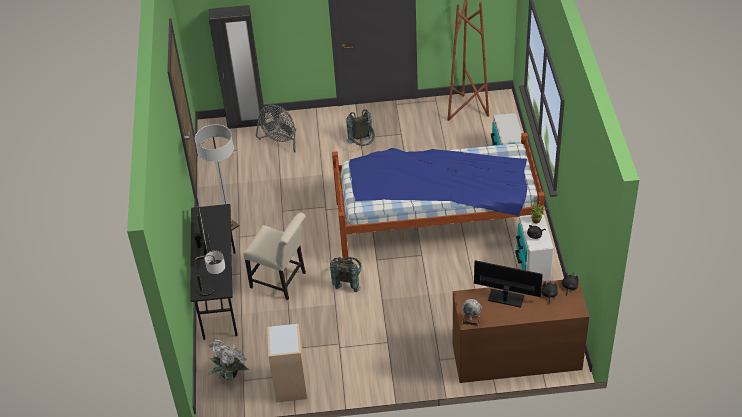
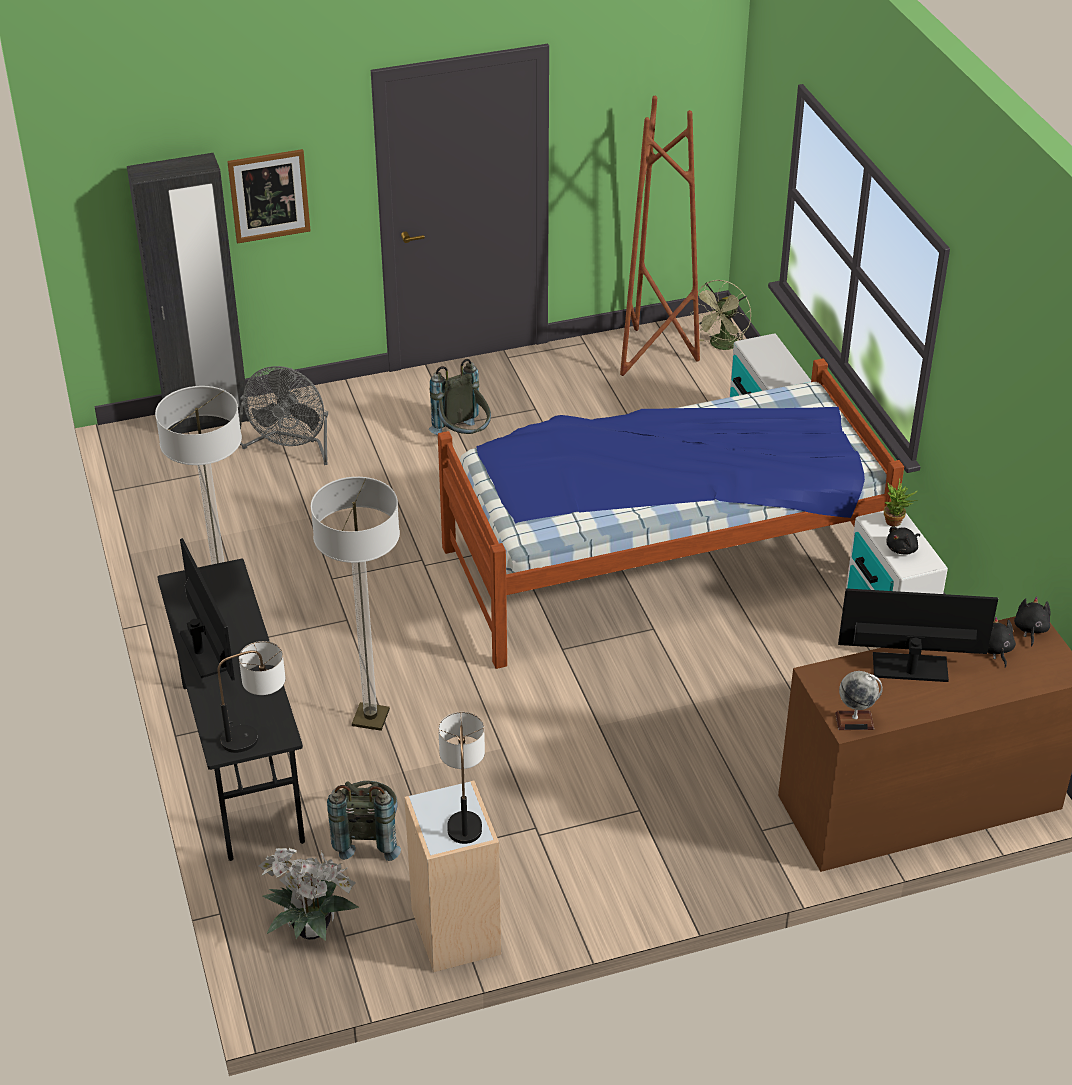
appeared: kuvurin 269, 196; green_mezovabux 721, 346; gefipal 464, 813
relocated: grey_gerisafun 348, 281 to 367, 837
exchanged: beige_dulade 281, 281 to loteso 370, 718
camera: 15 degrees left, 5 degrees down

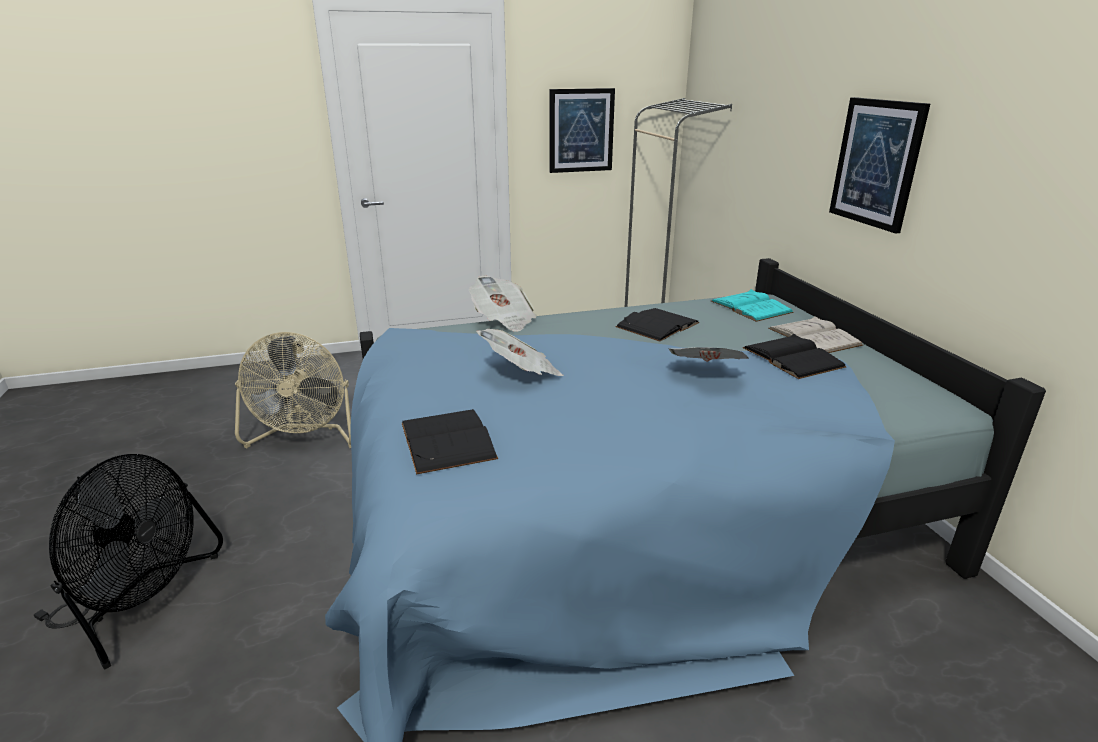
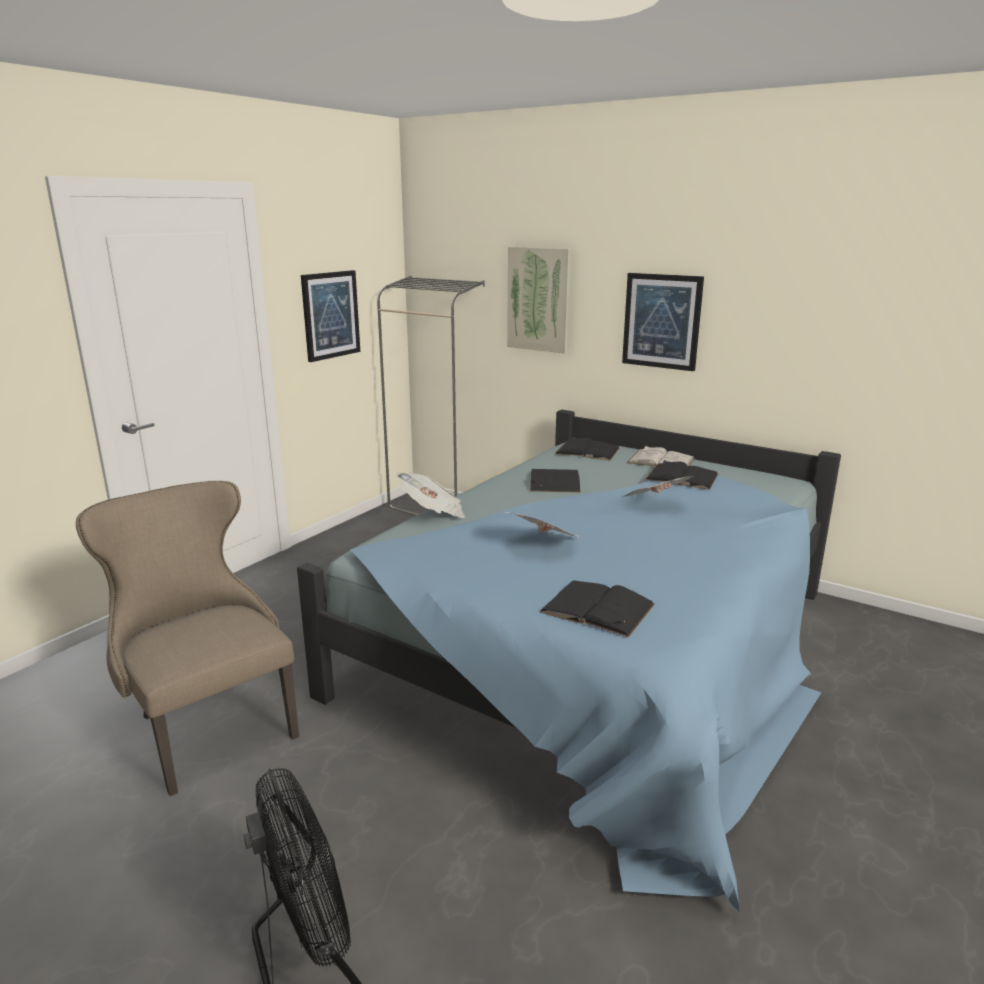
appeared: kuvurin 539, 299
exchanged: beige_mezovabux 302, 435 to beige_dulade 209, 726
colour: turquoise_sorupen 751, 307 to black_sorupen 587, 451
camera: 40 degrees left, 5 degrees down

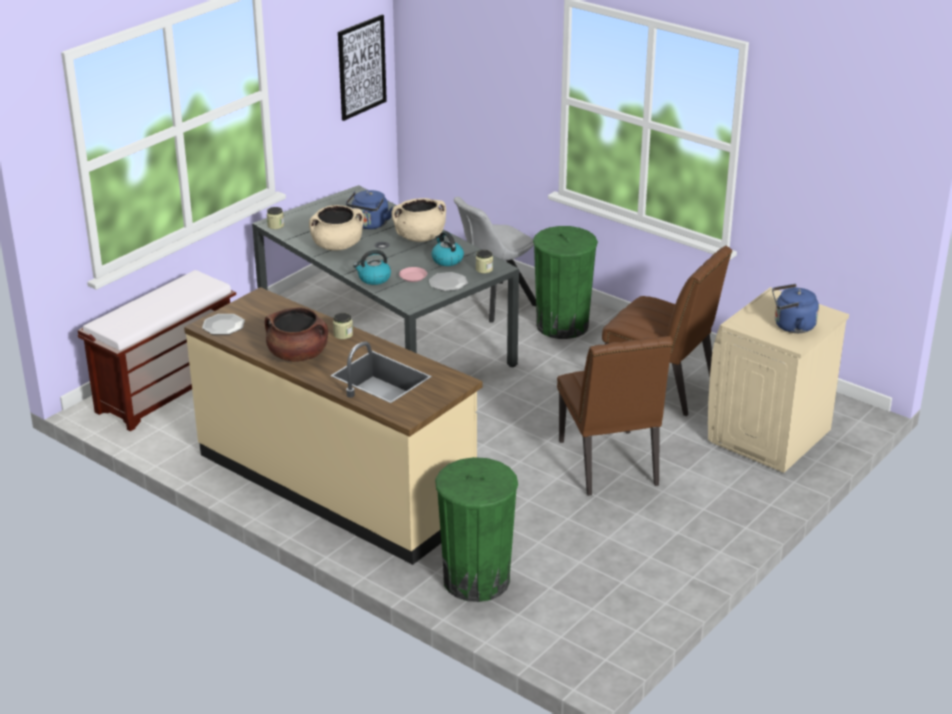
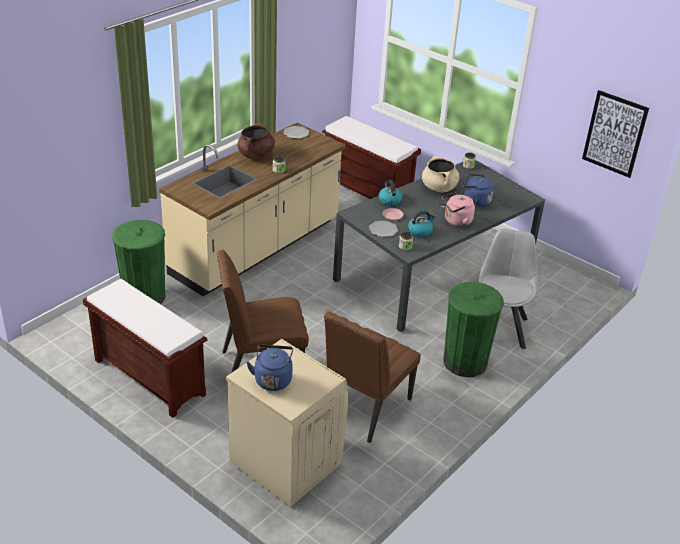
appeared: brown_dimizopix 148, 377
exchanged: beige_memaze 419, 237 to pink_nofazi 456, 221
spun: grey_dulade 494, 302 = 499, 328 45 degrees clockwise
camera: 90 degrees right, 5 degrees up

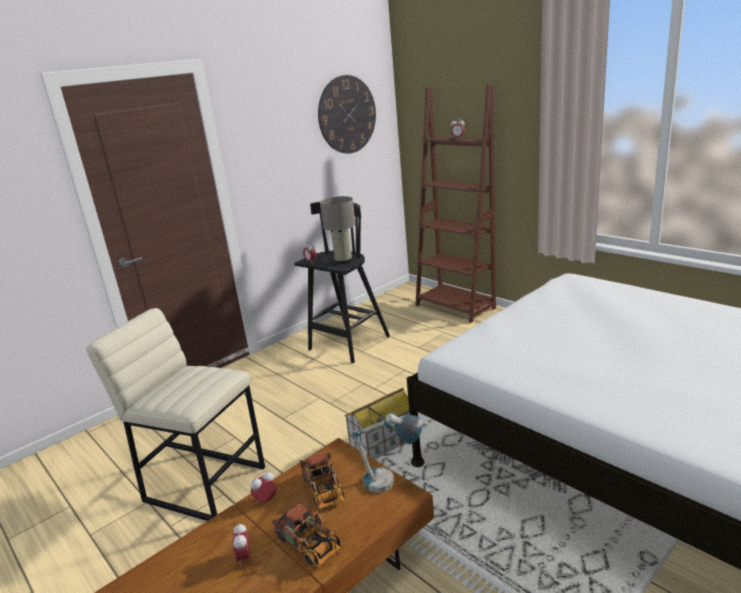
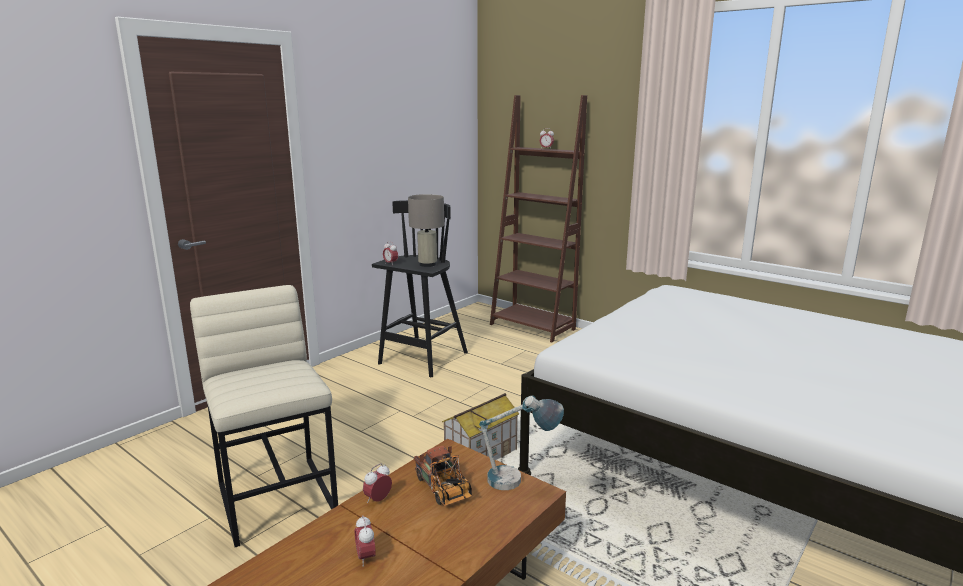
missing: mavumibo 347, 115; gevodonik 311, 547
spun: beige_dulade 202, 483 = 276, 497 45 degrees clockwise
camera: 10 degrees left, 5 degrees down

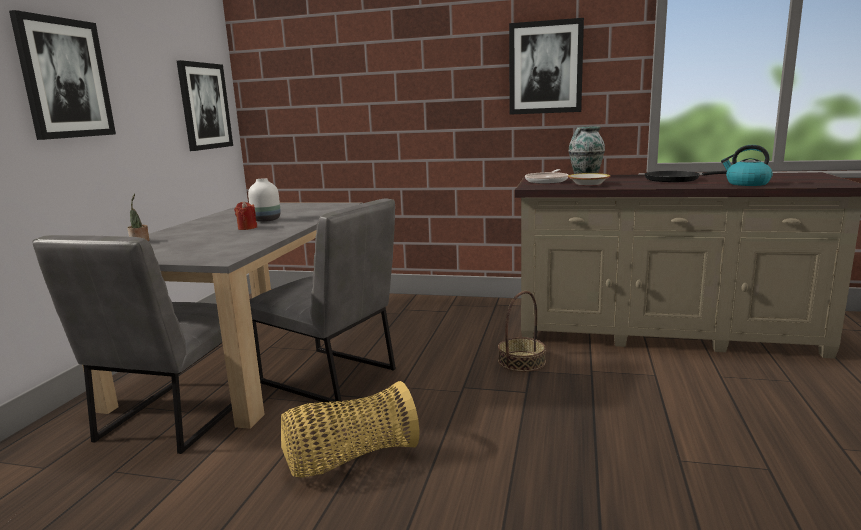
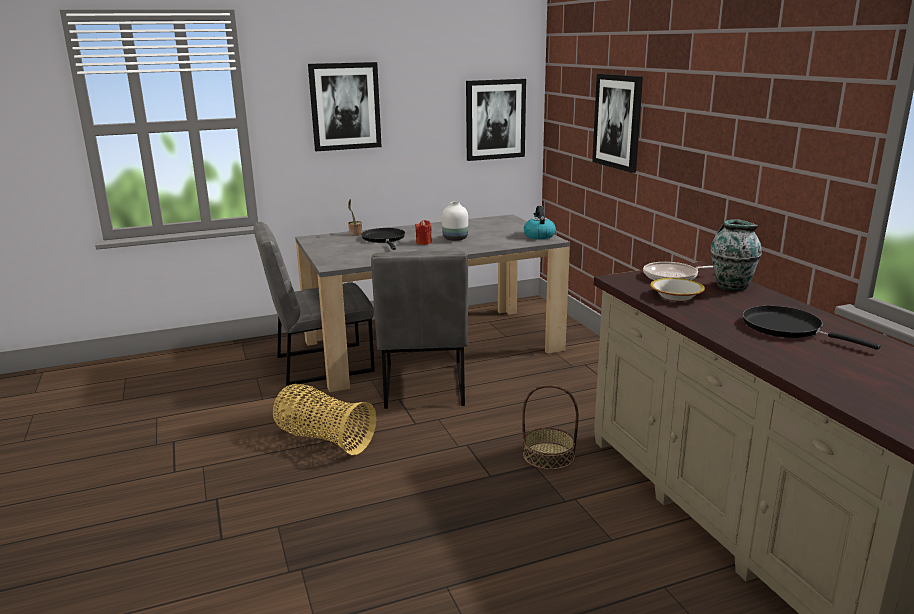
appeared: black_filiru 384, 239
relocated: kuvurin 545, 68 to 618, 121; nofazi 746, 183 to 539, 236
camera: 55 degrees right, 5 degrees up

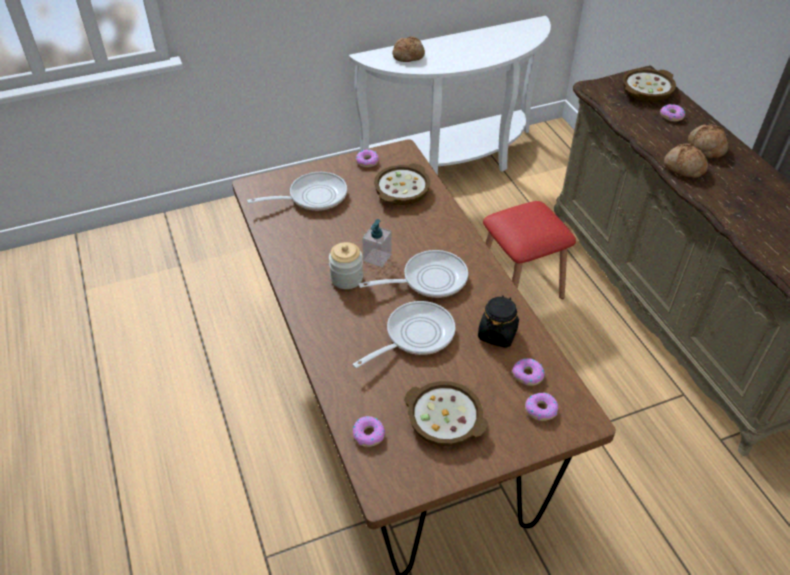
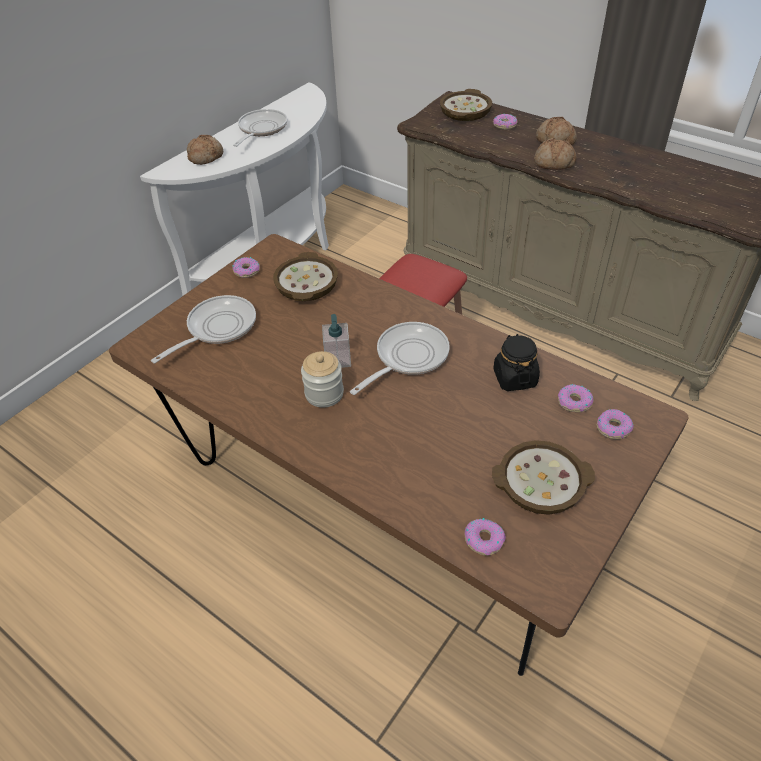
relocated: filiru 415, 336 to 261, 129
camera: 30 degrees left, 0 degrees up

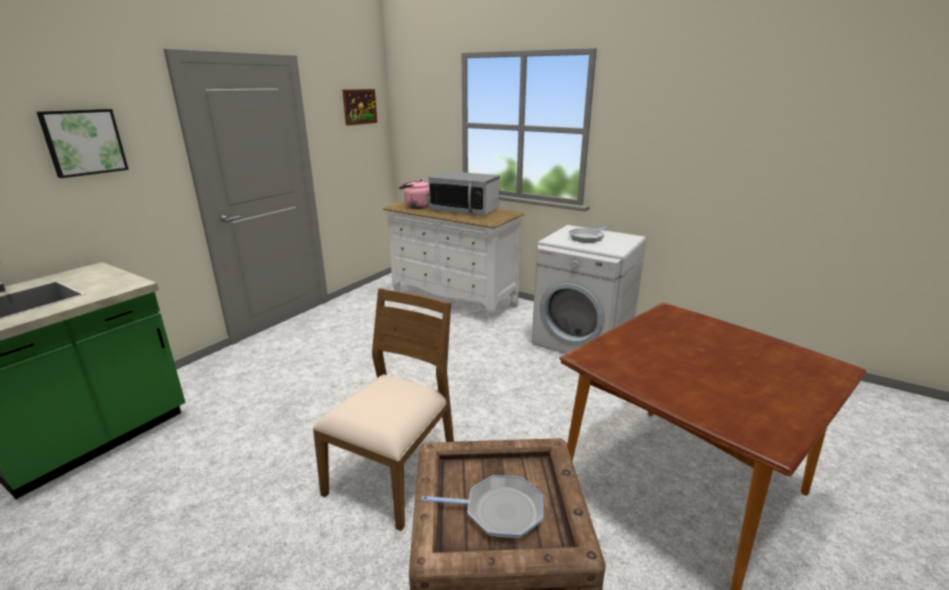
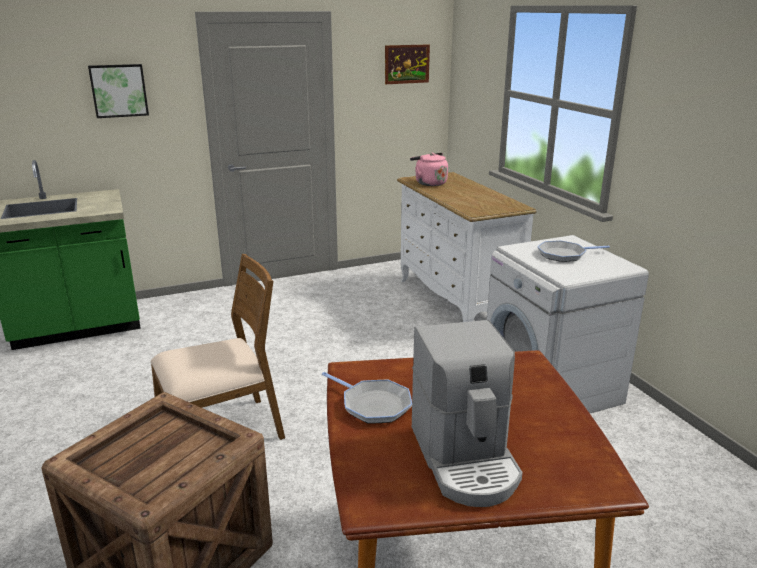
missing: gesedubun 465, 210
appeared: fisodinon 465, 459
relocated: filiru 499, 511 to 373, 405
camera: 35 degrees right, 0 degrees up

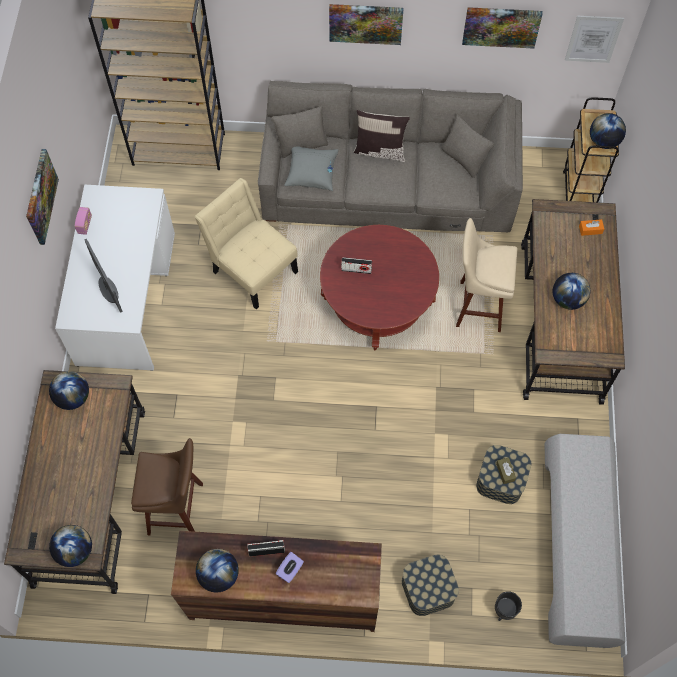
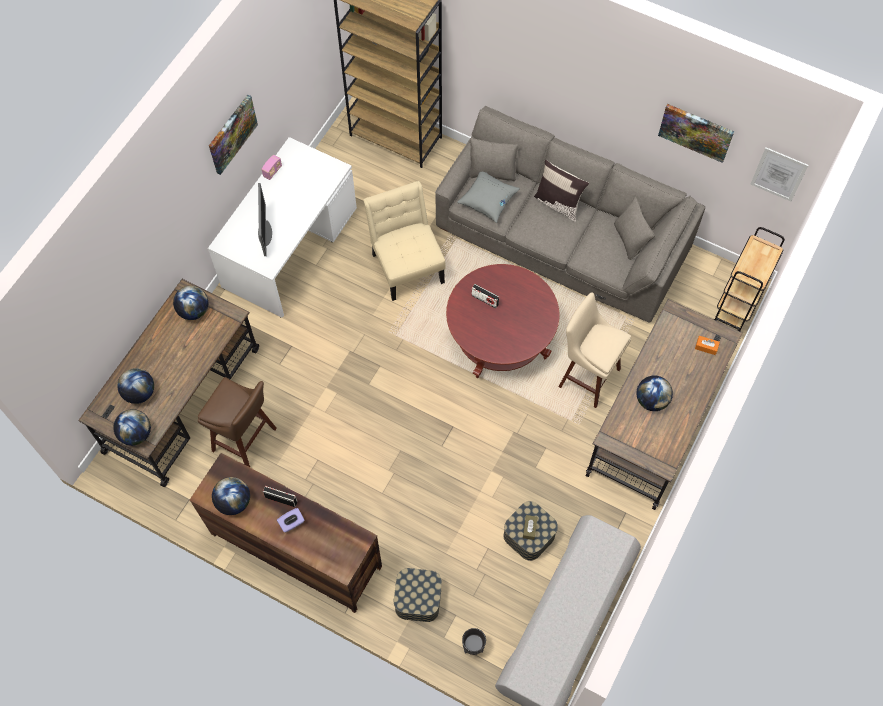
missing: kuvurin 365, 23
relocated: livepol 603, 141 to 139, 393
camera: 25 degrees right, 0 degrees up

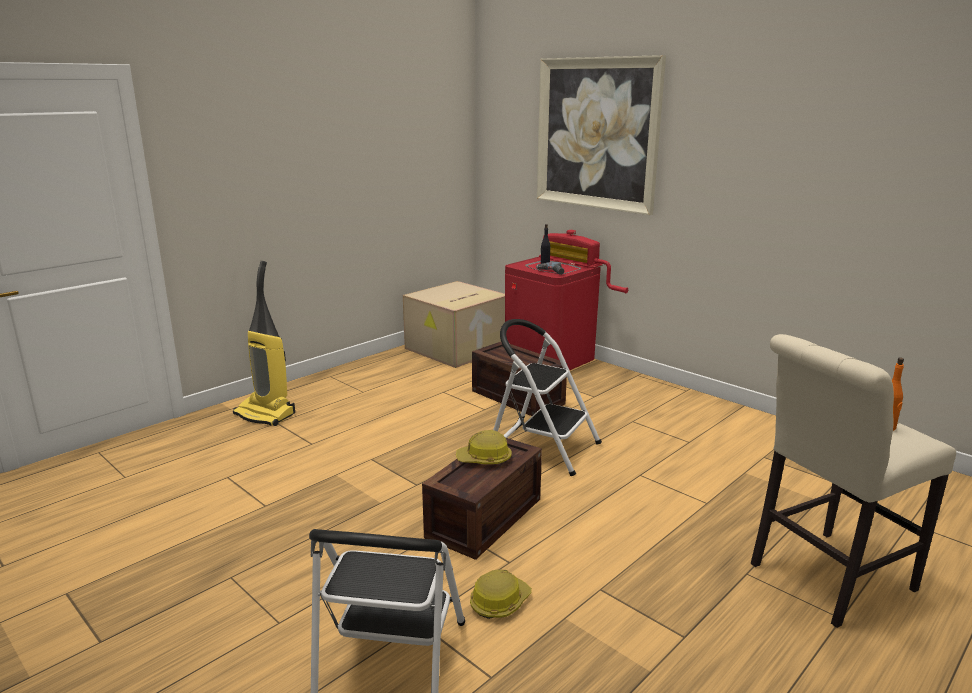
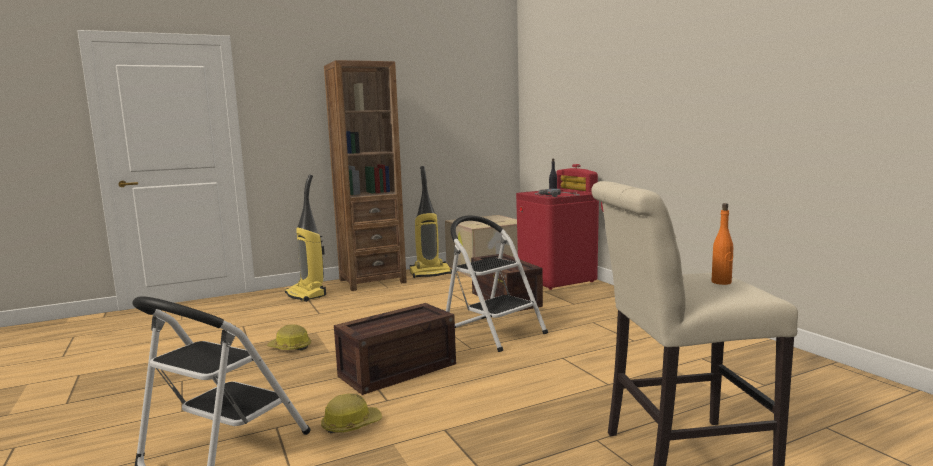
missing: kuvurin 597, 134
appeared: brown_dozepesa 372, 281; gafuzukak 430, 273
relocated: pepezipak 484, 459 to 290, 347
camera: 20 degrees right, 10 degrees down

